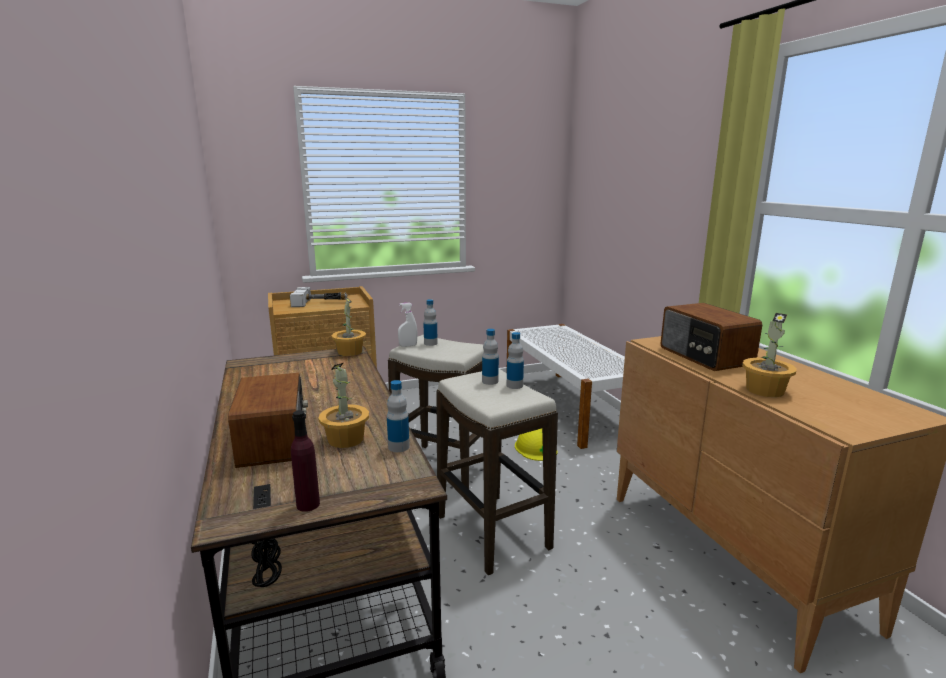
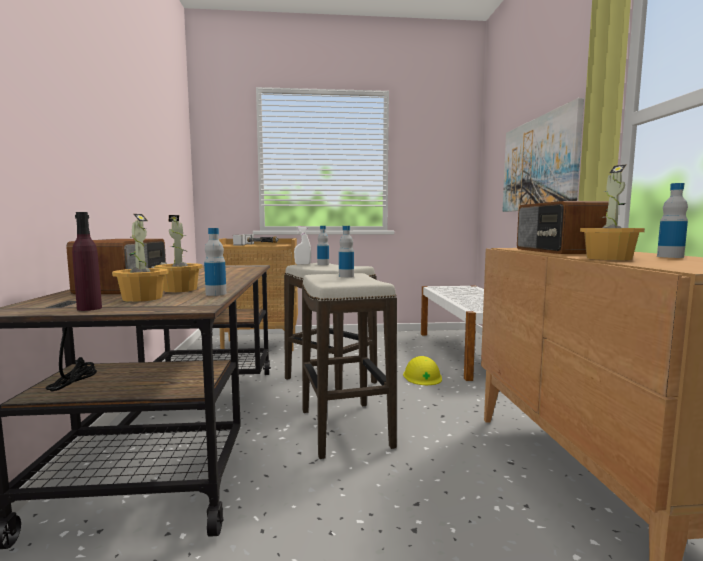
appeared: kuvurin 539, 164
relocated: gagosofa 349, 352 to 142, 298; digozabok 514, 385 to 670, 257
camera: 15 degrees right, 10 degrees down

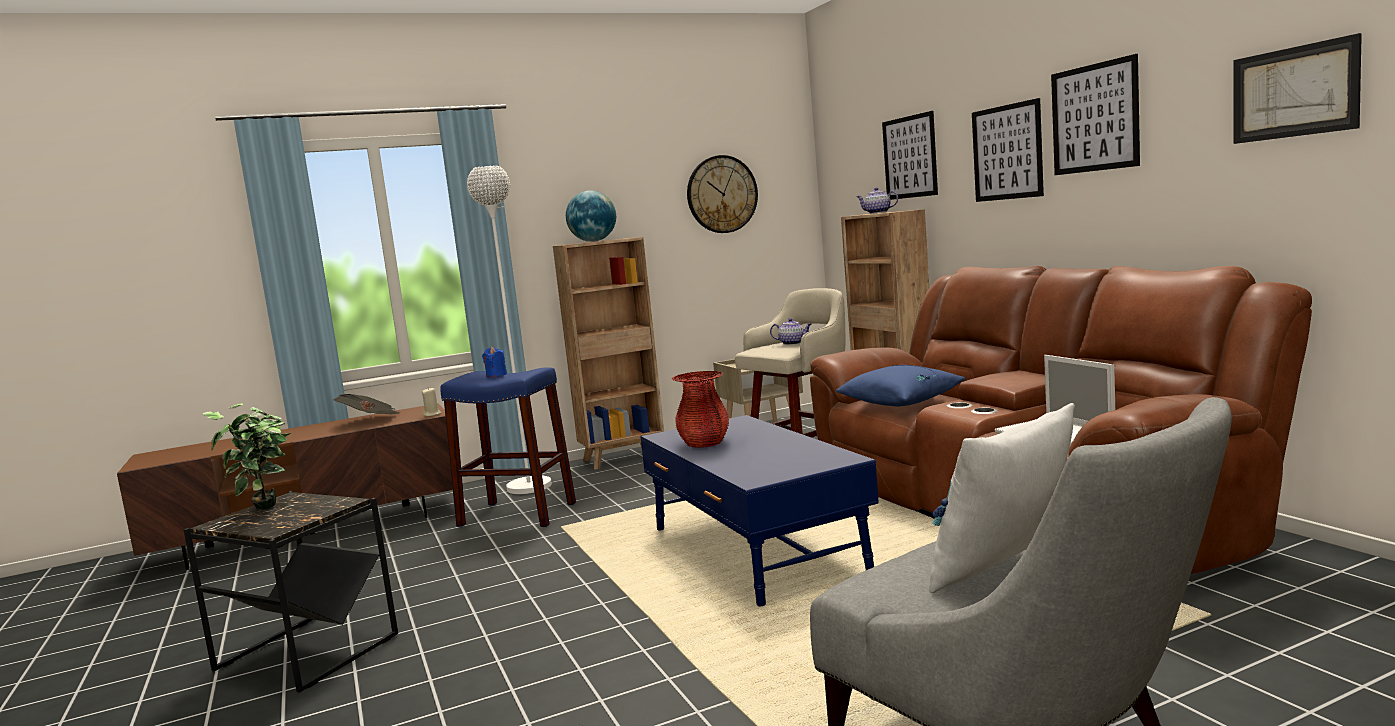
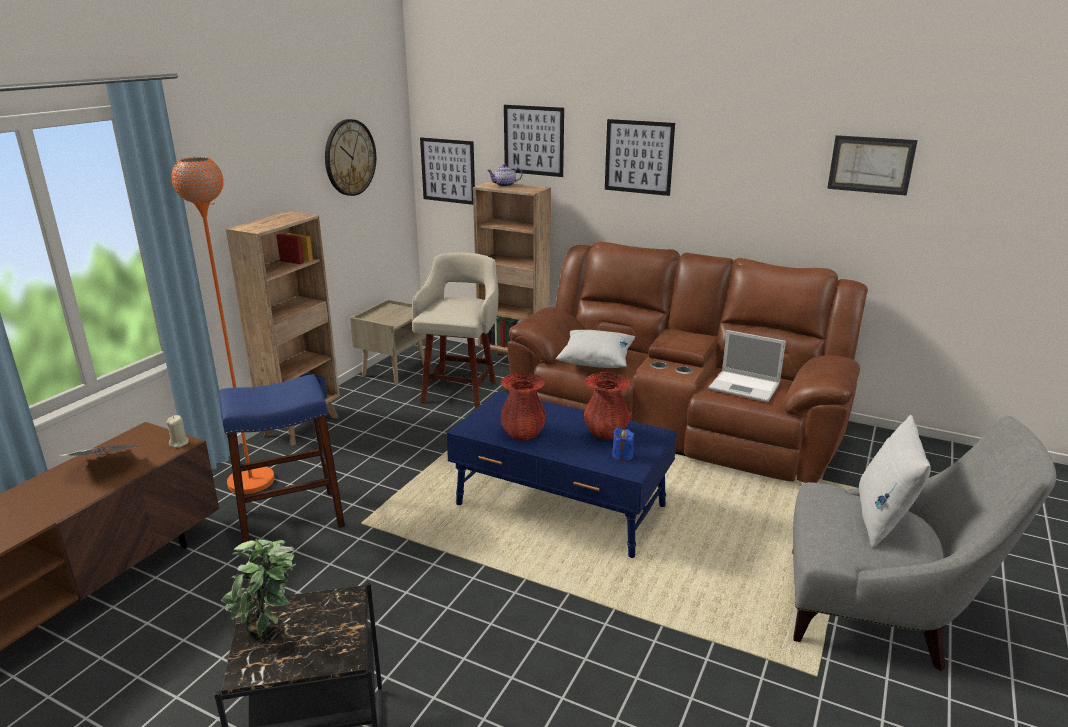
missing: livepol 594, 241; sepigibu 792, 343
appeared: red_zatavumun 605, 433
relocated: kuvurin 1094, 118 to 448, 171; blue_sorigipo 496, 375 to 622, 455
colour: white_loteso 529, 487 to orange_loteso 251, 481; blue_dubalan 900, 402 to grey_dubalan 596, 360
camera: 40 degrees left, 15 degrees up

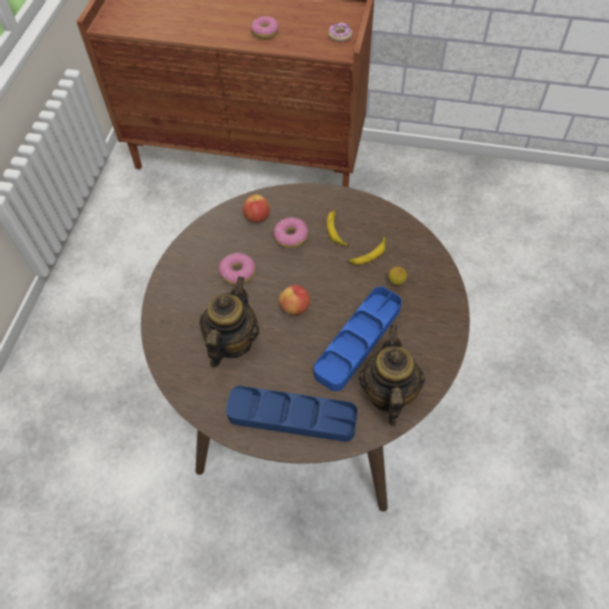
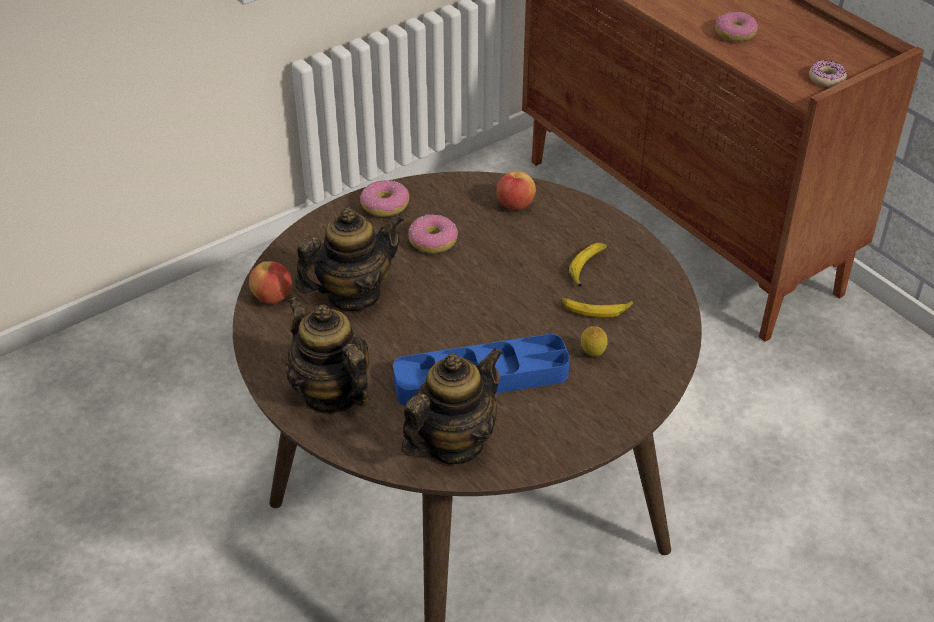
relocated: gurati 291, 236 to 385, 205; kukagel 295, 307 to 272, 297
exchanged: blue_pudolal 292, 416 to sepigibu 331, 394
camera: 40 degrees right, 15 degrees down

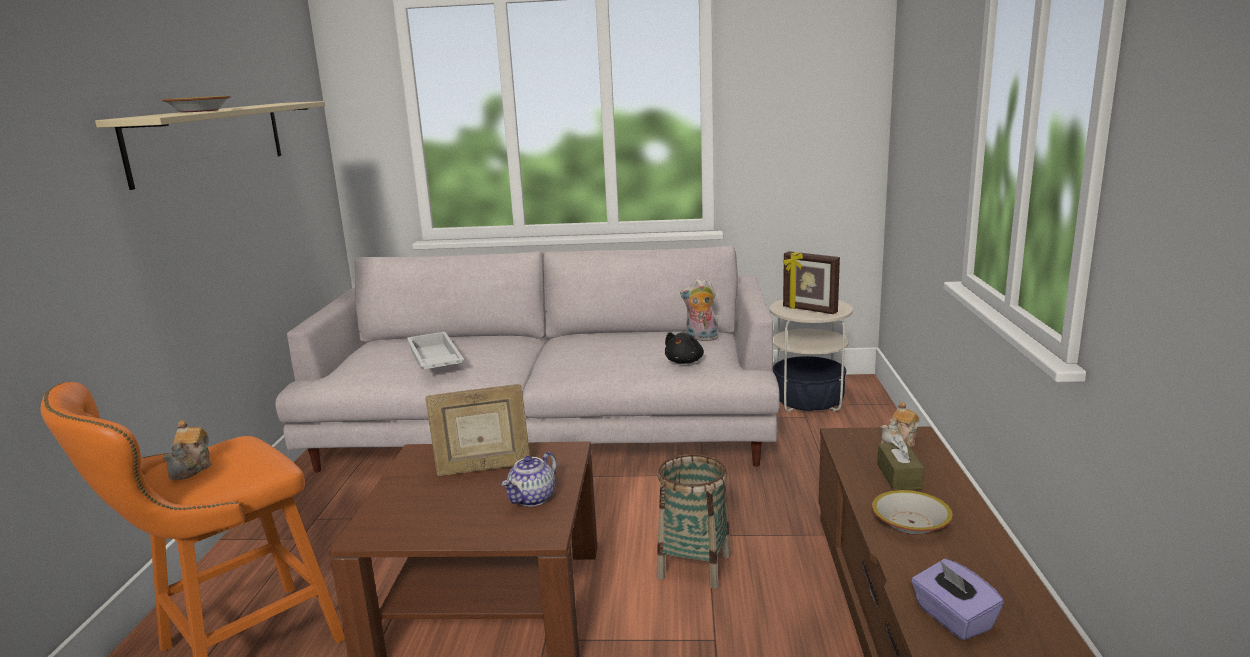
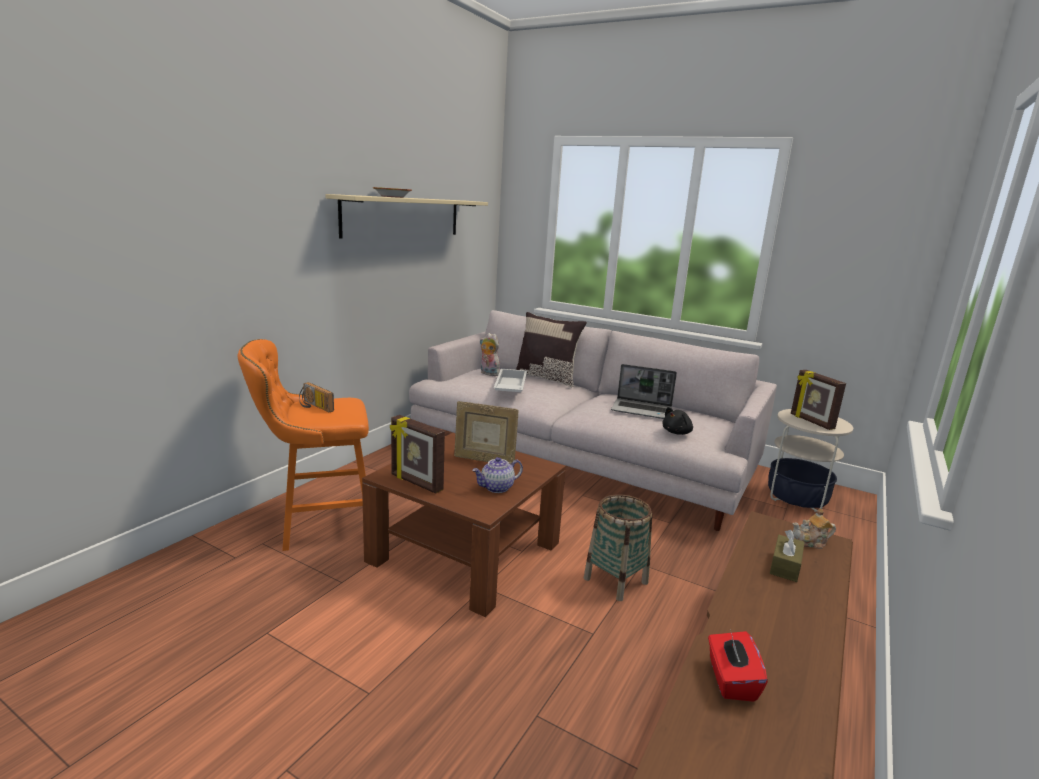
missing: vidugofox 911, 523
appeared: dubalan 546, 379; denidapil 642, 410; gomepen 416, 483
relocated: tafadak 701, 339 to 488, 374
exchanged: sepigibu 192, 468 to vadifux 314, 406
colour: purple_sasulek 952, 618 to red_sasulek 731, 680
camera: 25 degrees right, 0 degrees up

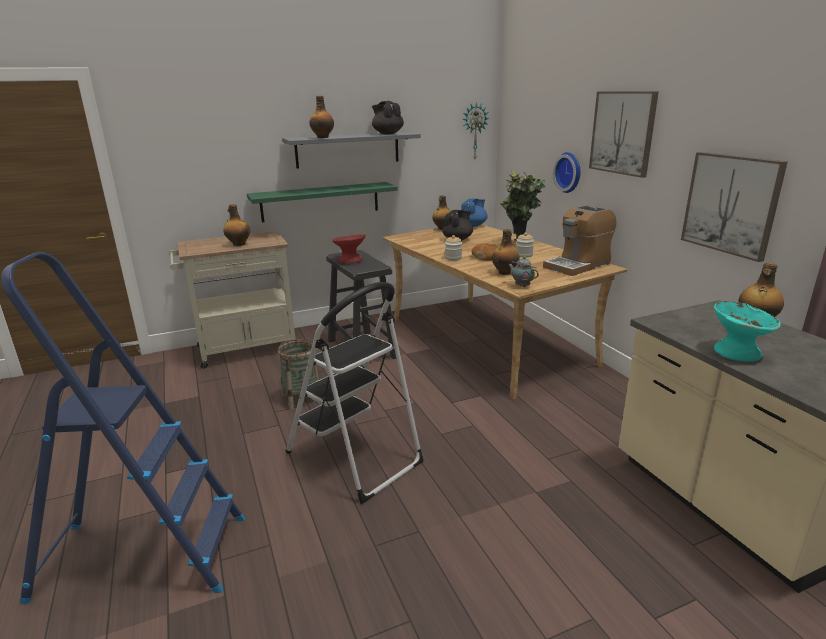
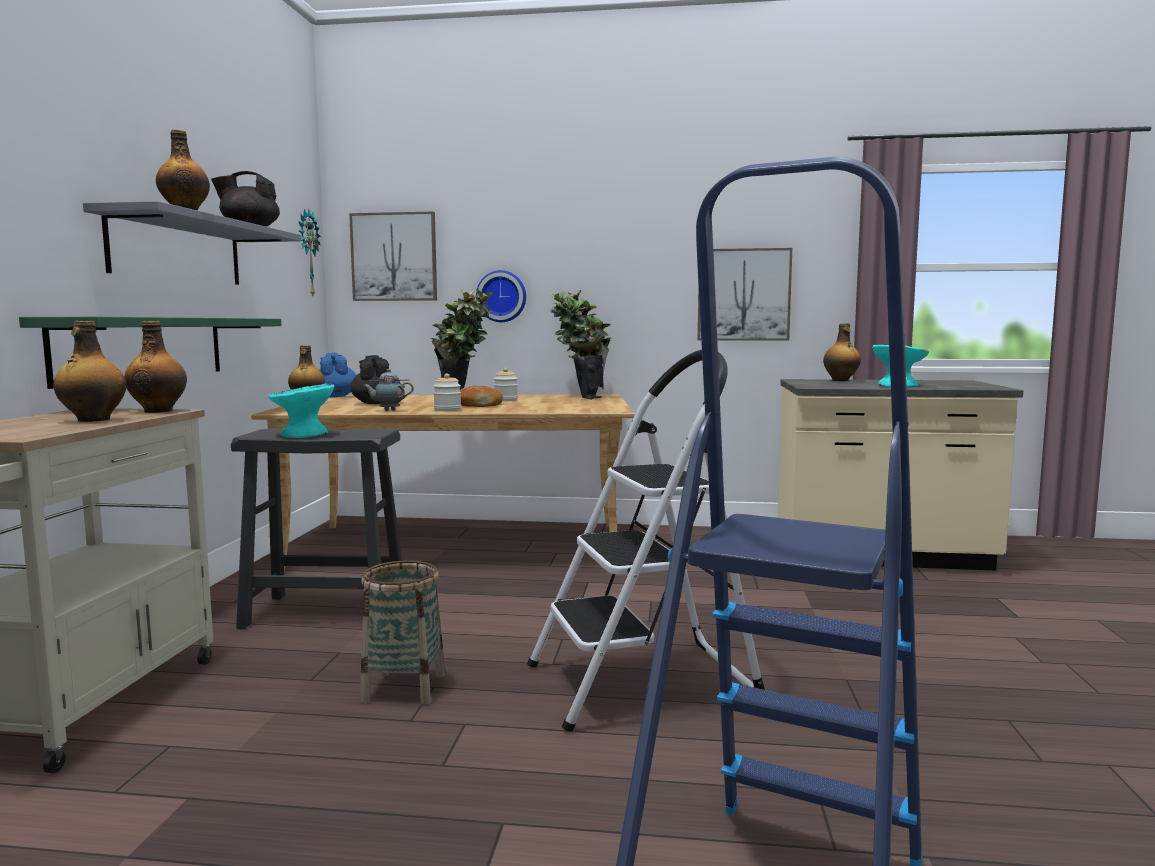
relocated: kuvurin 623, 132 to 394, 257; digozabok 505, 272 to 159, 411; sepigibu 521, 286 to 388, 410
exchanged: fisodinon 578, 265 to gagosofa 580, 397
colour: red_vidugofox 350, 260 to turquoise_vidugofox 304, 435
camera: 60 degrees left, 15 degrees down

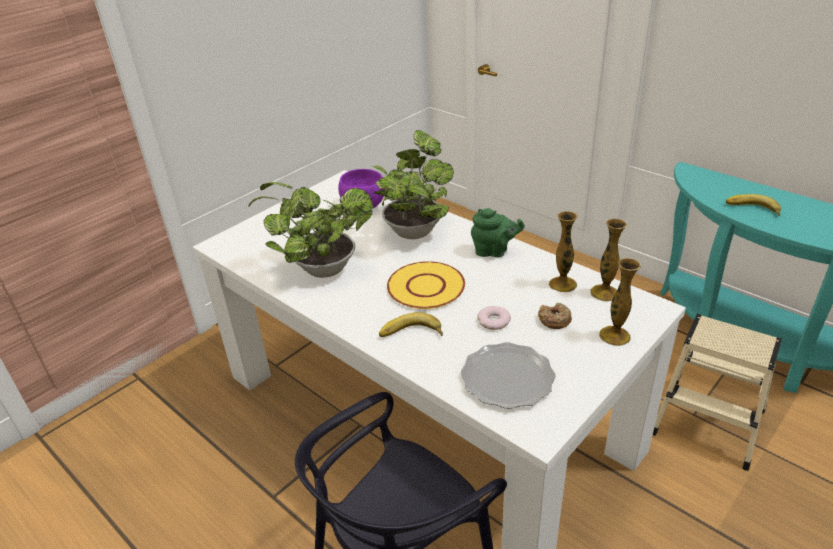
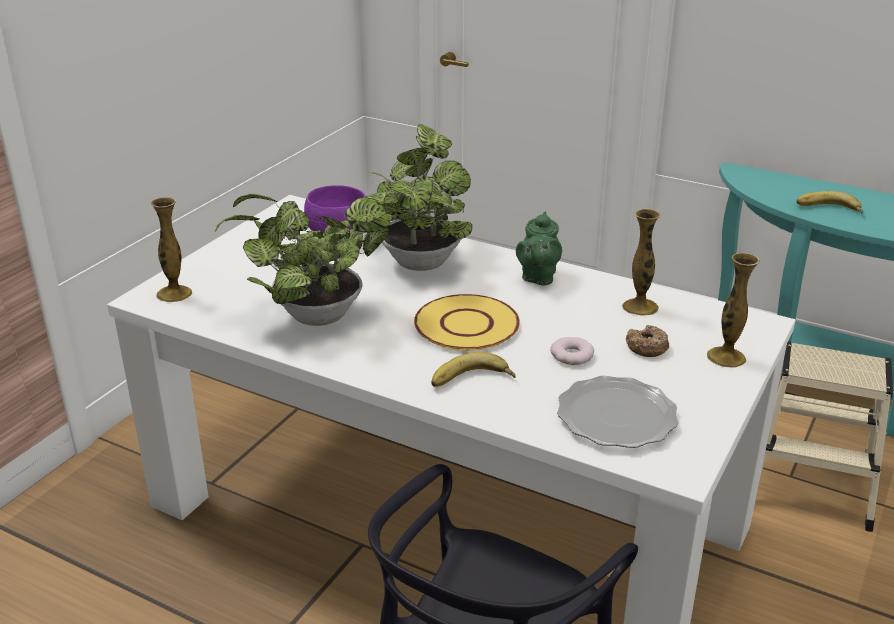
relocated: zatavumun 604, 293 to 174, 294
spun: green_sepigibu 494, 251 = 538, 277 105 degrees clockwise
camera: 15 degrees left, 5 degrees down

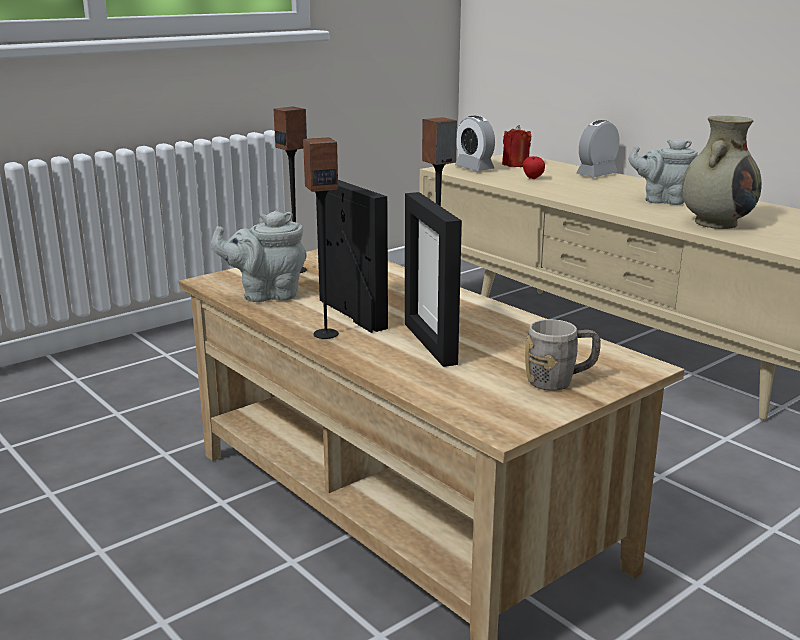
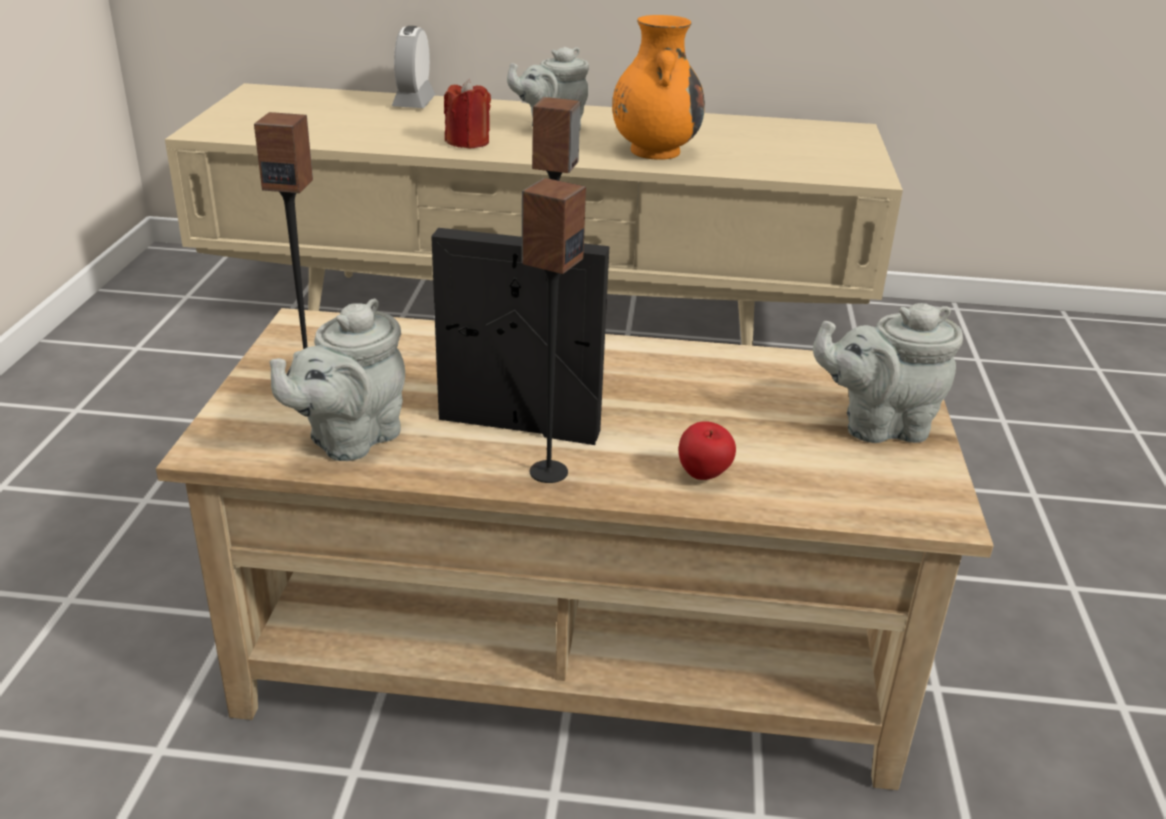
missing: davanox 474, 168; gomepen 432, 343
relocated: red_sorigipo 515, 165 to 468, 142; kukagel 533, 179 to 704, 477
exchanged: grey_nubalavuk 560, 381 to grey_sepigibu 878, 425
colour: beige_zatavumun 716, 223 to orange_zatavumun 654, 151
camera: 45 degrees left, 10 degrees up

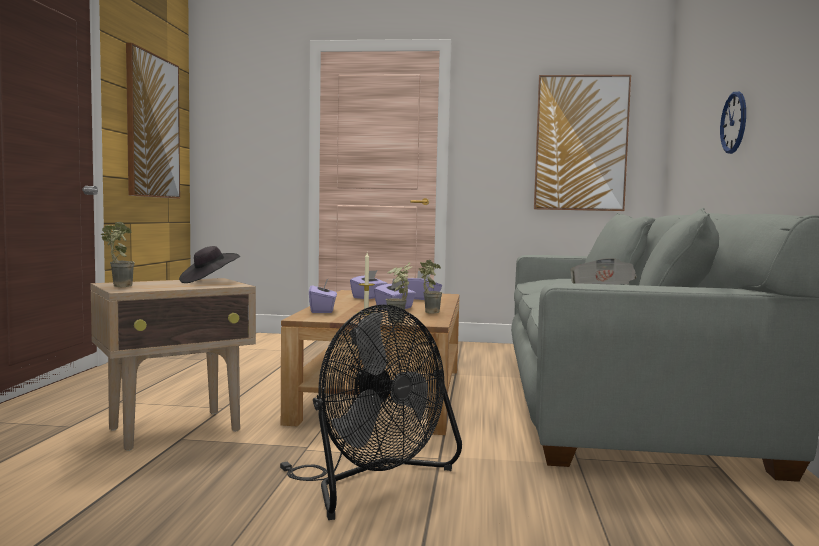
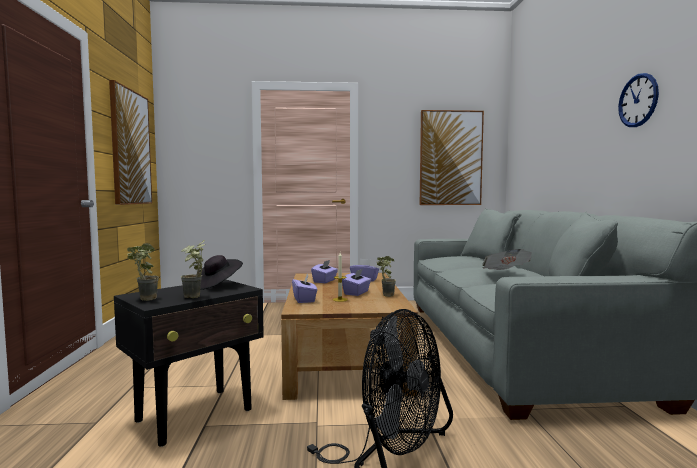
relocated: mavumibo 734, 122 to 638, 100; gagosofa 398, 322 to 194, 297
colour: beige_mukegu 176, 430 to black_mukegu 196, 415
camera: 10 degrees left, 0 degrees up

